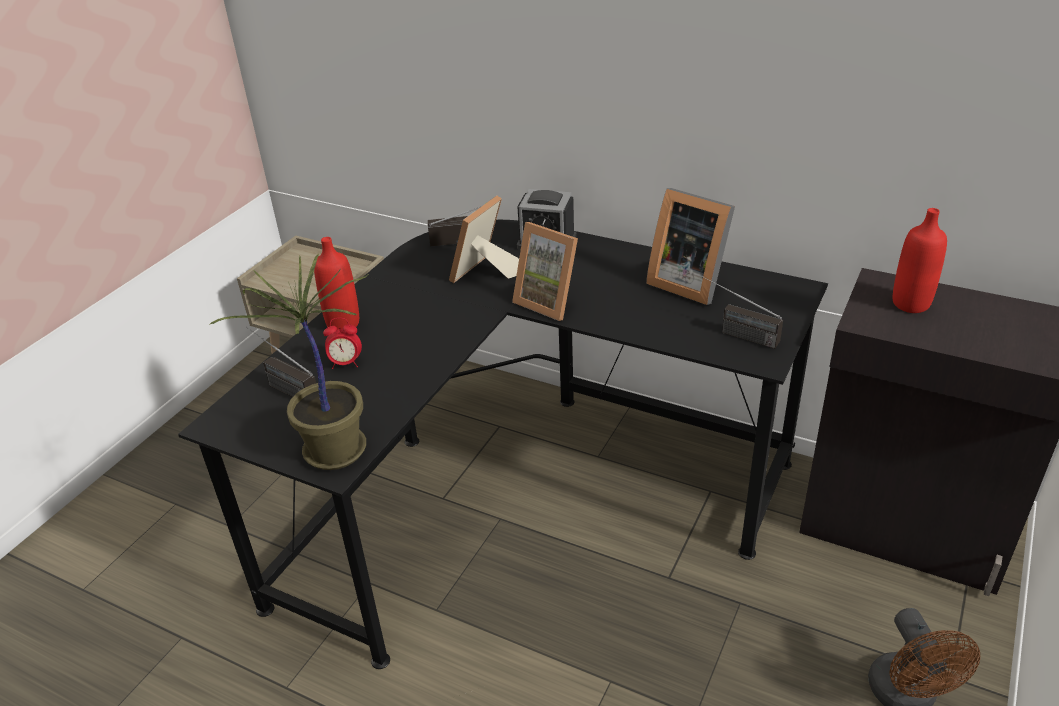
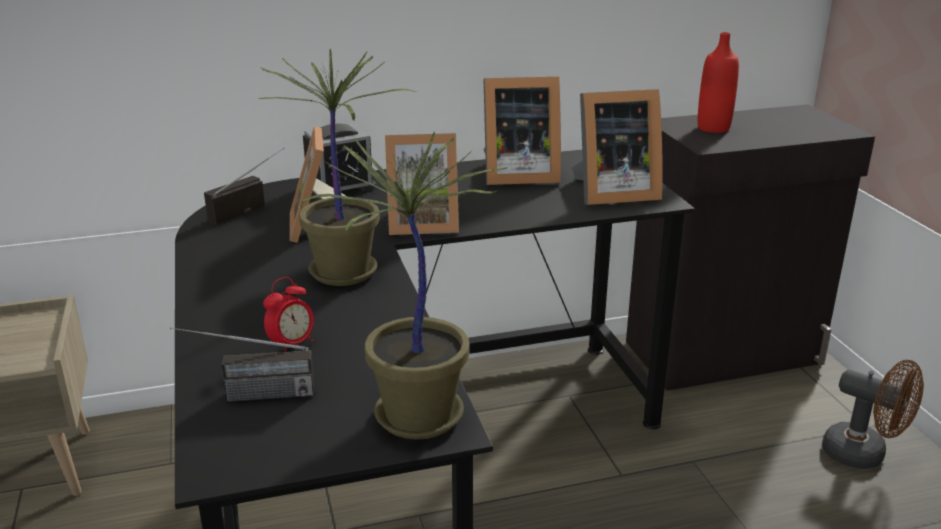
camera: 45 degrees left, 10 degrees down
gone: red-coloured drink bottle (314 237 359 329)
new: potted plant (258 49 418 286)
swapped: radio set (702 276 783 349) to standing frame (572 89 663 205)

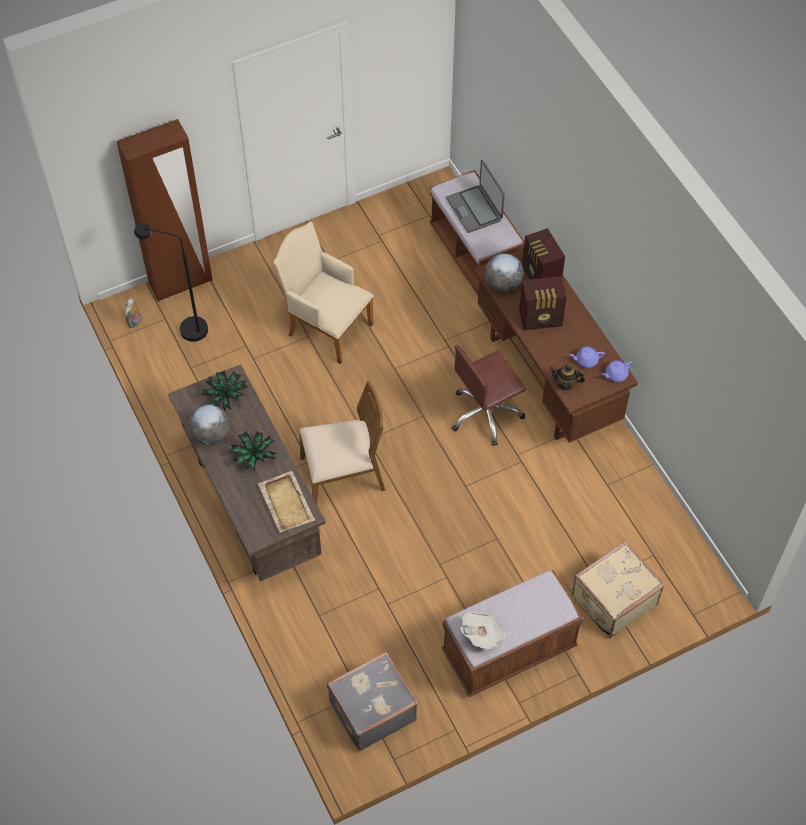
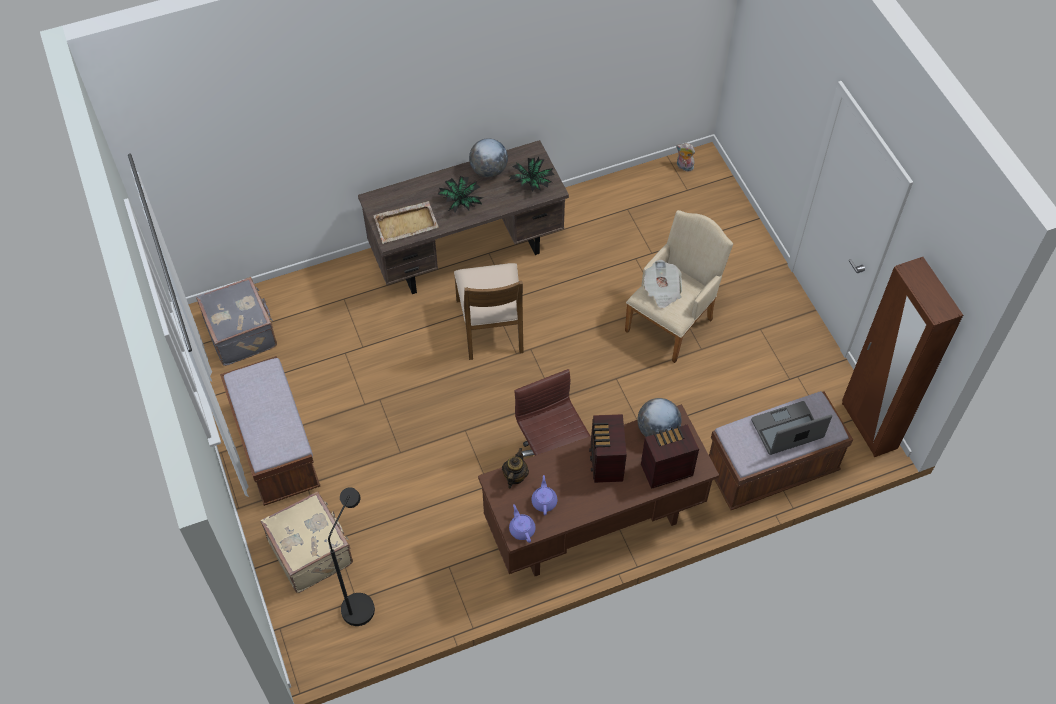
camera: 95 degrees right, 0 degrees up
shifted: brown-coloured clothes cupboard (116 119 213 302) to (842 257 963 457); black-coloured standing lamp (134 222 208 342) to (328 487 375 626); newspaper (460 611 507 650) to (643 260 682 308)

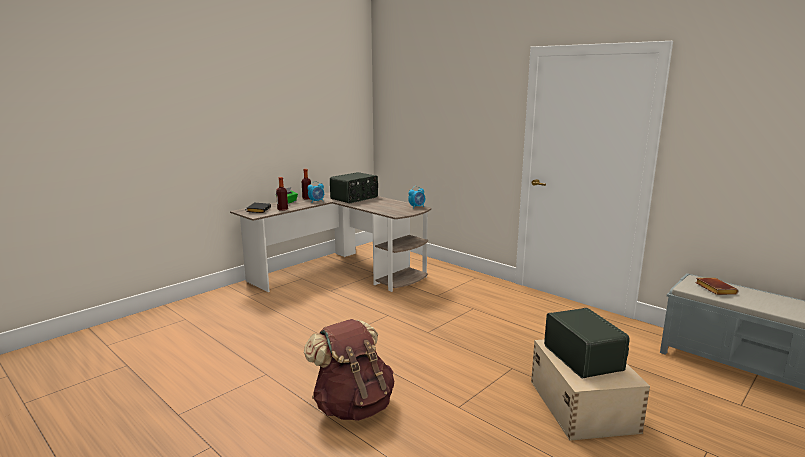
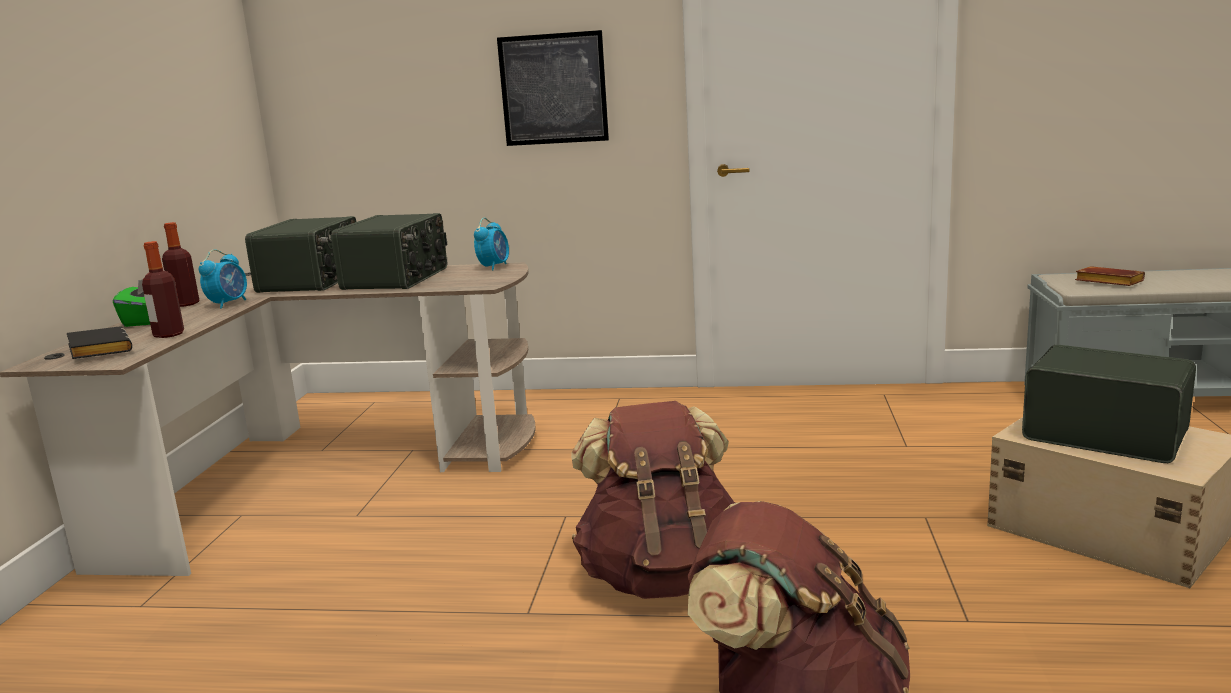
camera: 35 degrees left, 0 degrees up
new: radio set (331 213 447 290); picture (497 30 609 146); brown-coloured backpack (571 401 735 599)

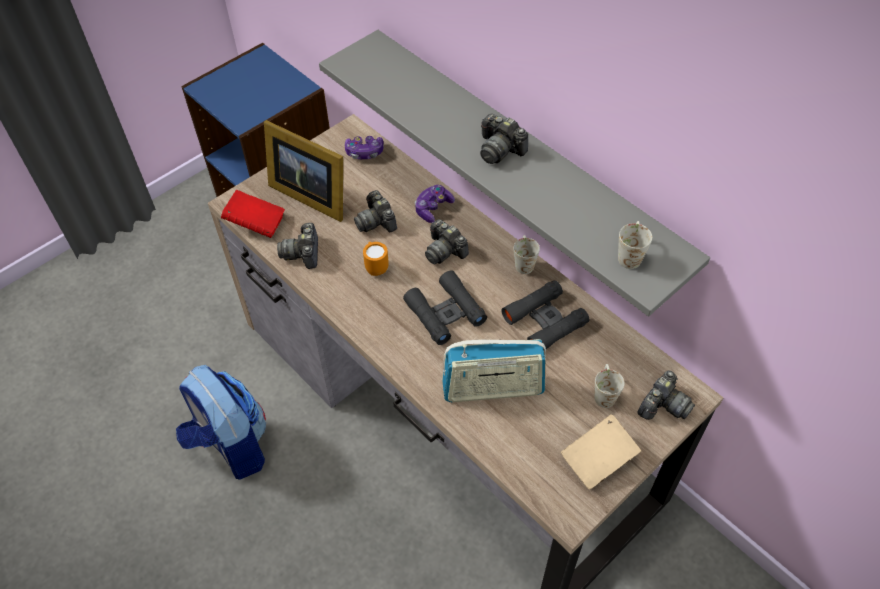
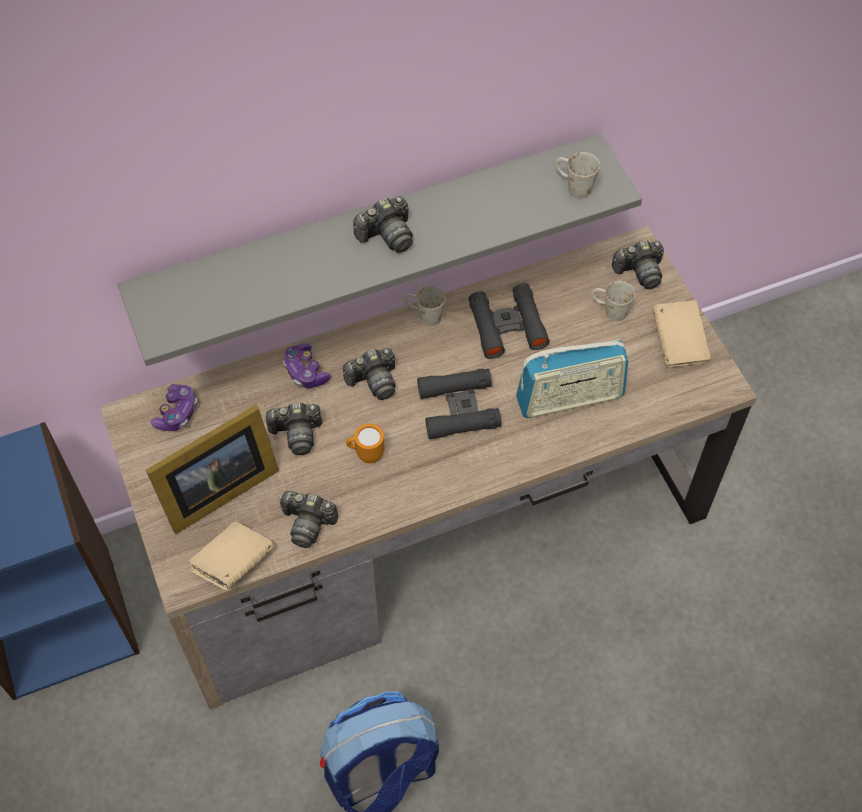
camera: 70 degrees left, 5 degrees up
repainted: red-coloured bound book (221 190 285 238) to sand-coloured bound book (188 522 273 590)
rotated: radio set (442 339 546 402) = (516 339 628 418) 60 degrees clockwise; photo camera (637 370 695 420) = (612 240 664 289) 105 degrees clockwise

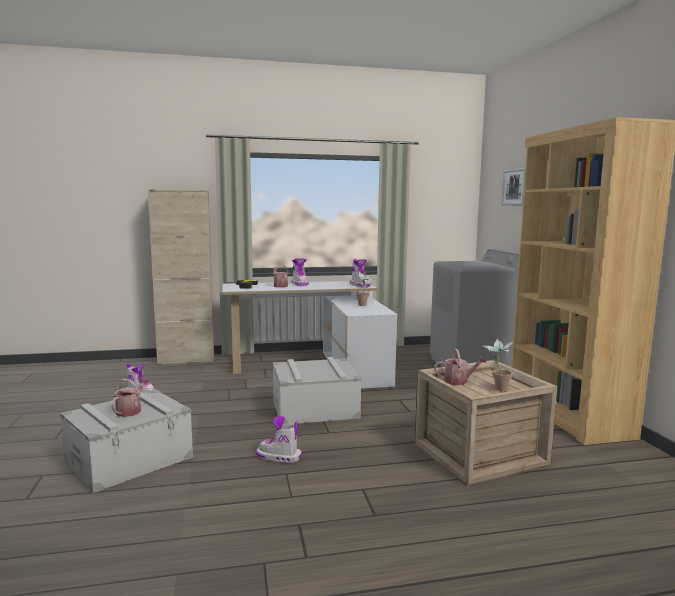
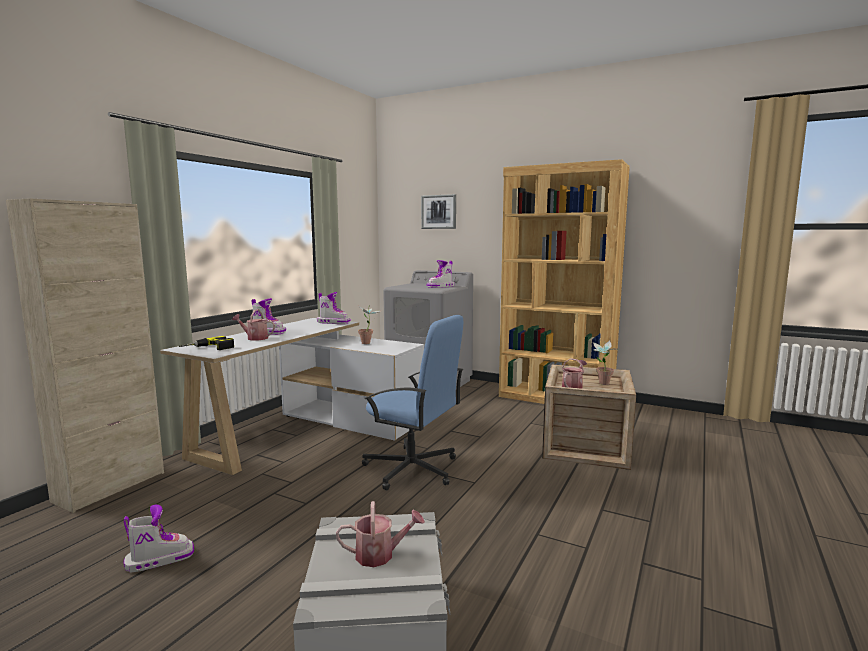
camera: 50 degrees left, 0 degrees up
shifted: high-top boot (256 416 302 463) to (426 260 455 288)
swapped: greyish storage bin (273 357 362 424) to bluish desk chair (362 315 463 490)
rotated: sprinkling can (111 377 149 417) = (336 501 425 567) 120 degrees clockwise

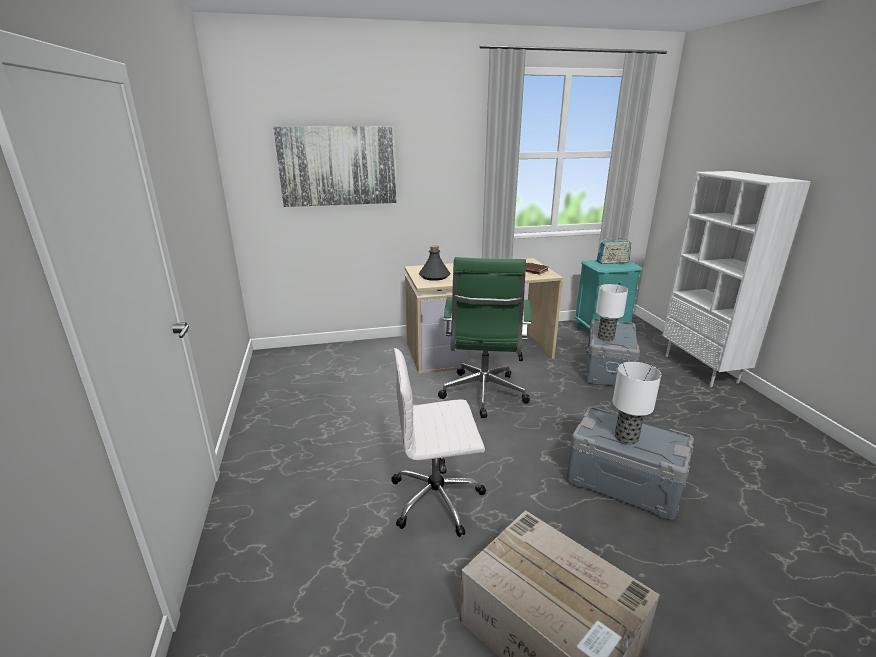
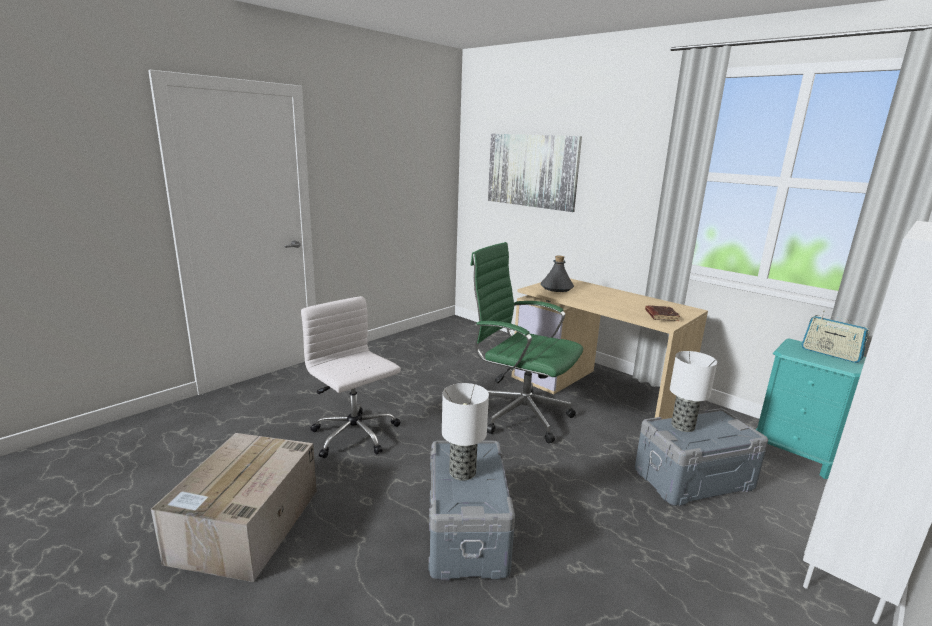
camera: 55 degrees right, 5 degrees down
rotated: green-coloured desk chair (438 257 531 418) = (470 242 583 443) 60 degrees clockwise

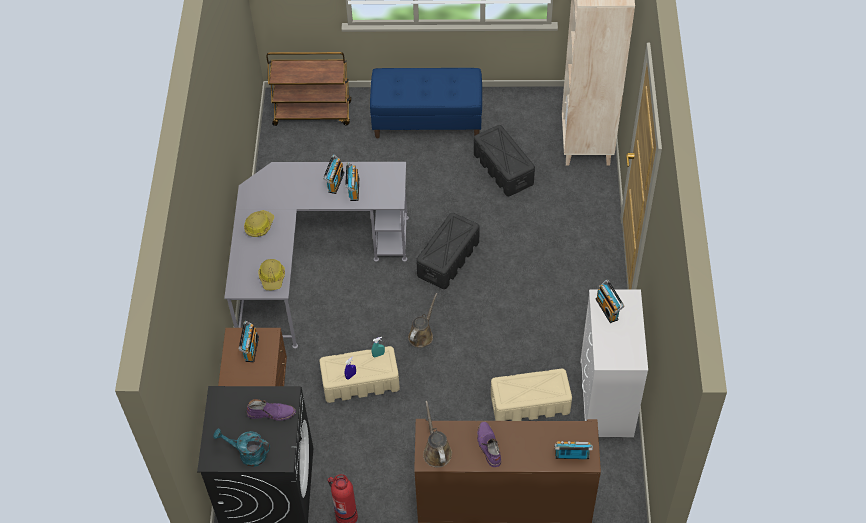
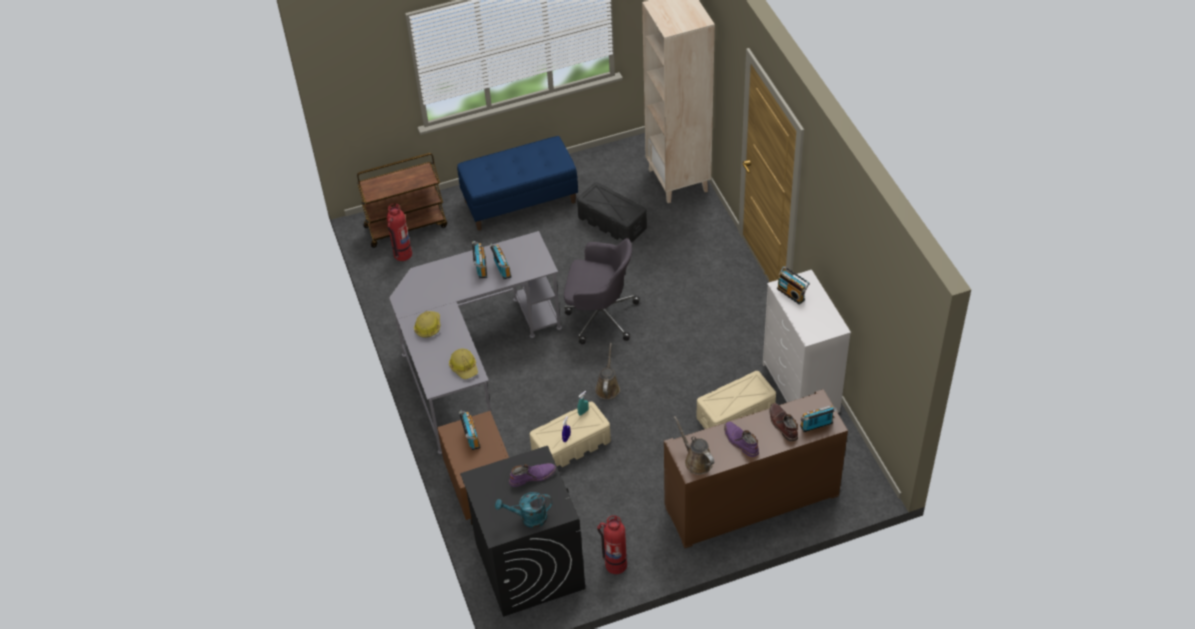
camera: 20 degrees left, 5 degrees down
new: fire-fighting cylinder (387 204 412 261); brown-coloured high-top boot (770 403 798 442)
swapped: black-coloured storage bin (416 213 479 289) to greyish desk chair (564 238 640 344)

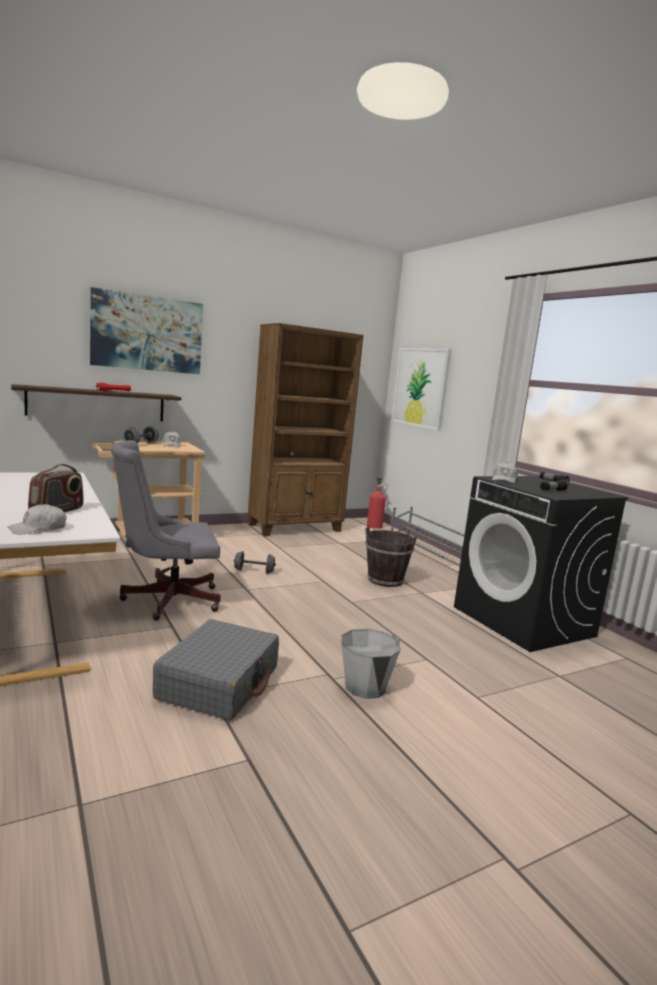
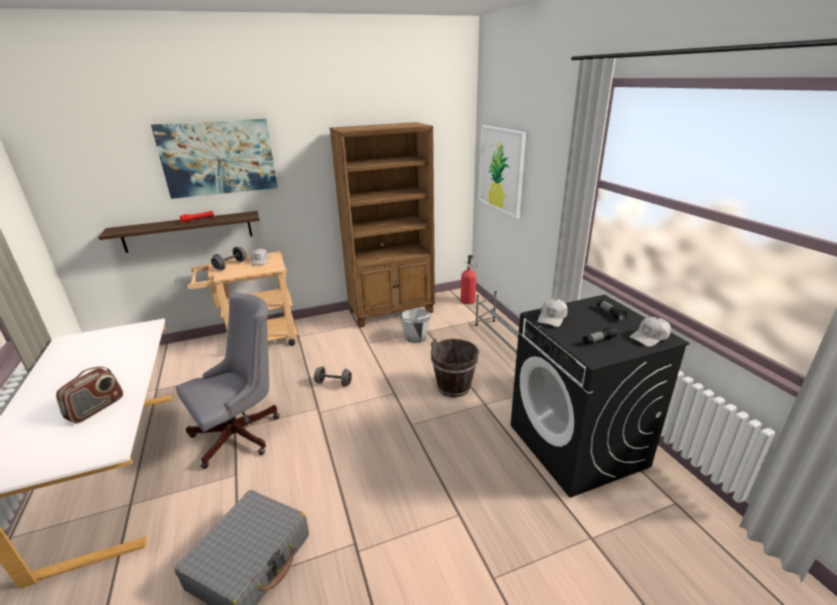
camera: 10 degrees right, 15 degrees up
shifted: white cap (8 504 66 535) to (630 317 671 347); greyish water bucket (342 629 401 699) to (400 309 431 343)
rotated: greyish desk chair (111 440 221 620) = (176 293 280 469) 150 degrees clockwise

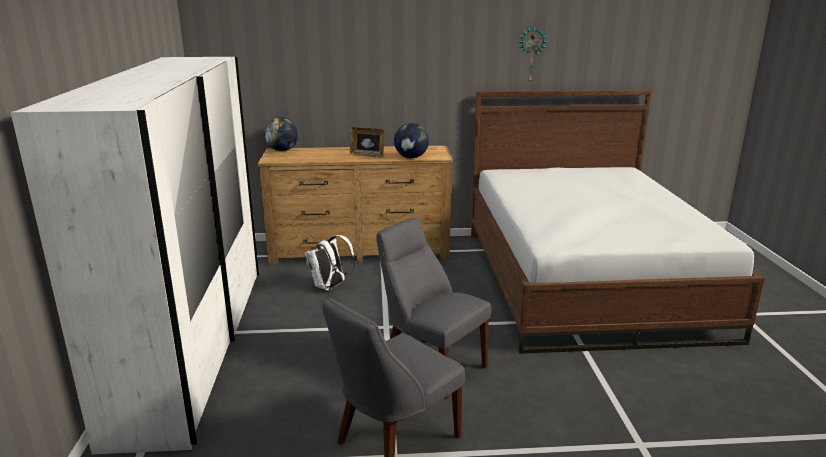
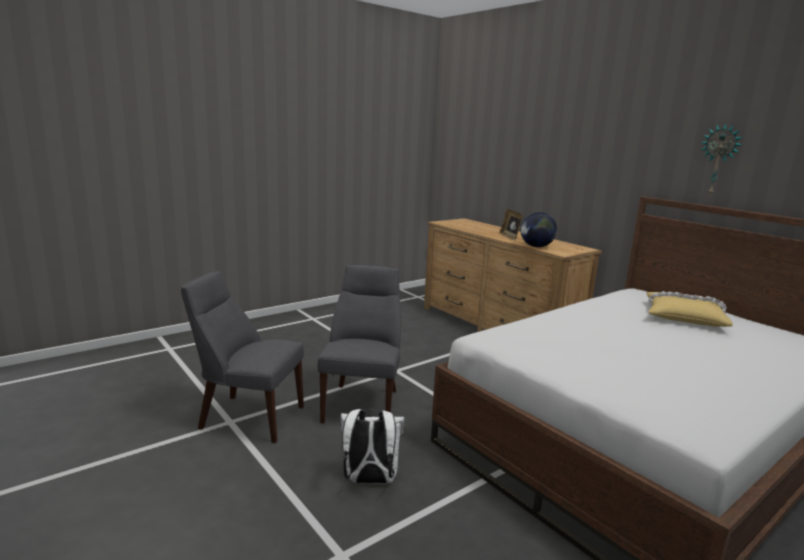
camera: 55 degrees right, 5 degrees down
gone: white clothes cupboard (11 57 259 454); world globe (264 117 298 151)
new: yellow-coloured throw pillow (647 291 733 327)
shifted: white backpack (305 235 355 291) to (340 409 404 484)

